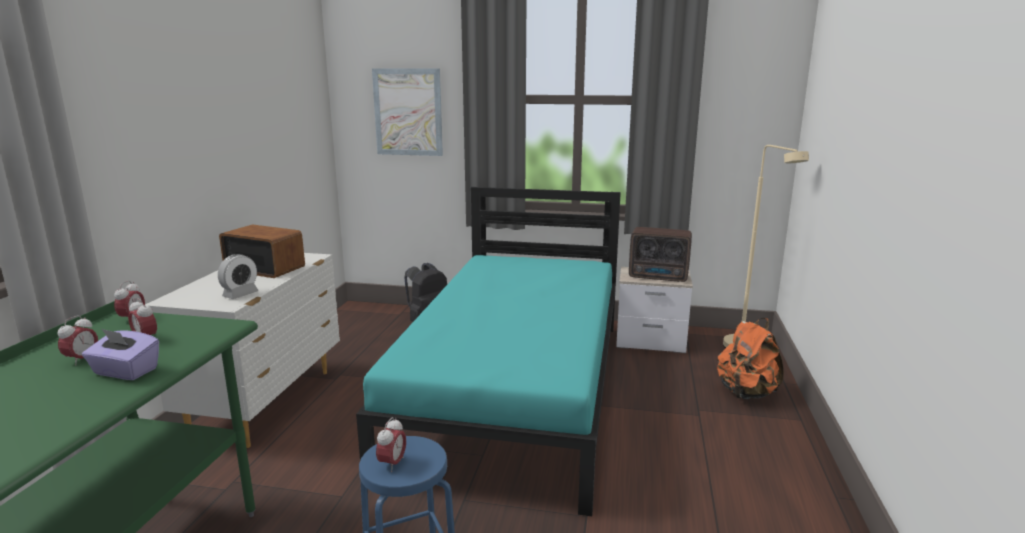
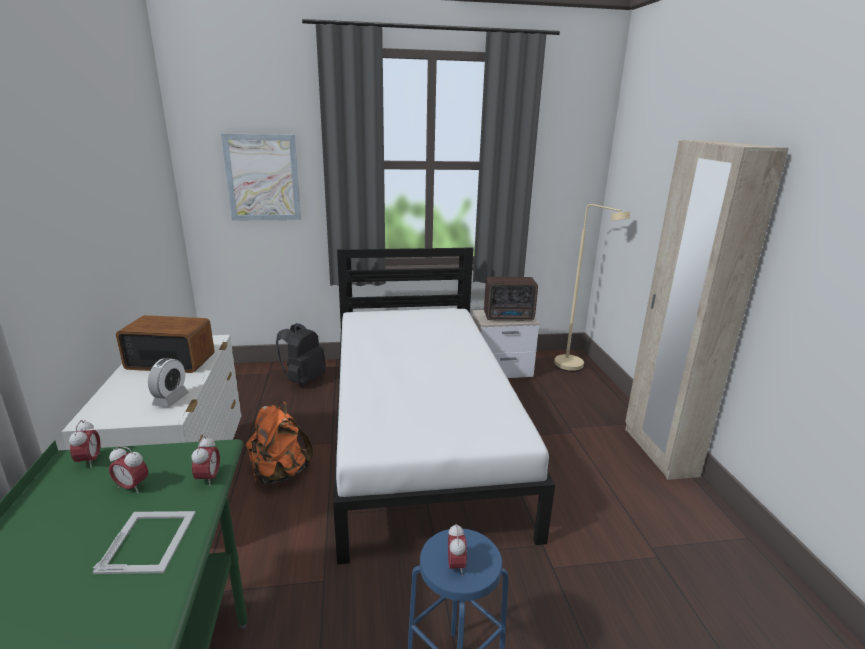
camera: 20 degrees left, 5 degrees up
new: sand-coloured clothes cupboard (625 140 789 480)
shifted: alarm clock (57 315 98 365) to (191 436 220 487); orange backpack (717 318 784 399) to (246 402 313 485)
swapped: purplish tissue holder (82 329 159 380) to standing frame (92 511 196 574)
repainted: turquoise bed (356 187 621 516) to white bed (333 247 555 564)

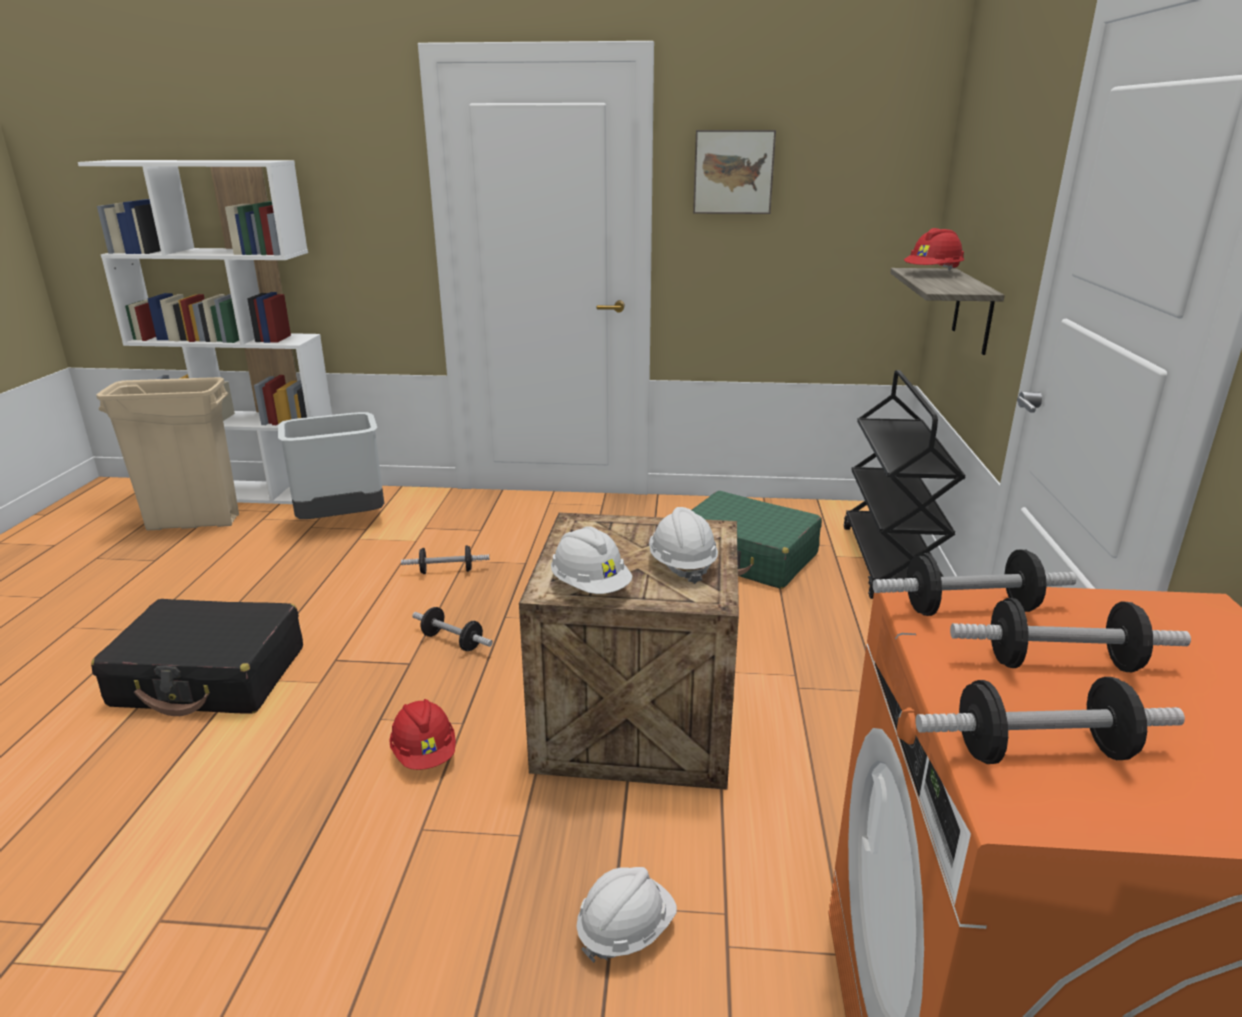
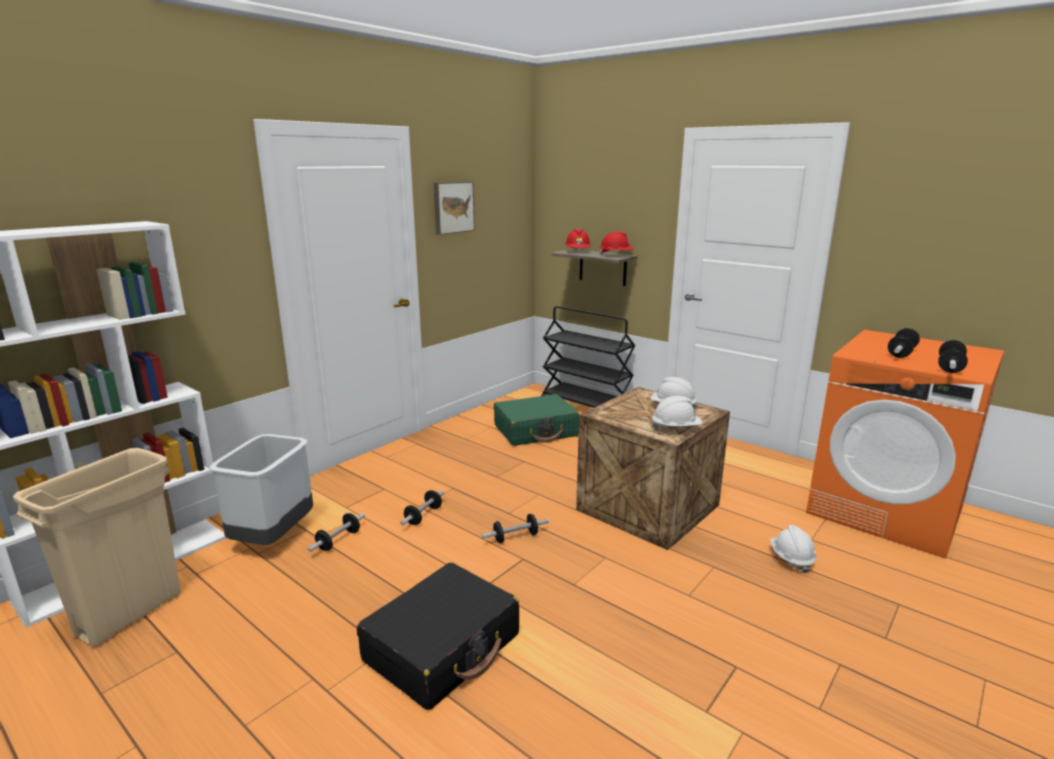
camera: 55 degrees left, 5 degrees down
shifted: red-coloured hard hat (389 699 456 770) to (599 232 634 255); free weight (873 550 1076 616) to (308 513 365 552)

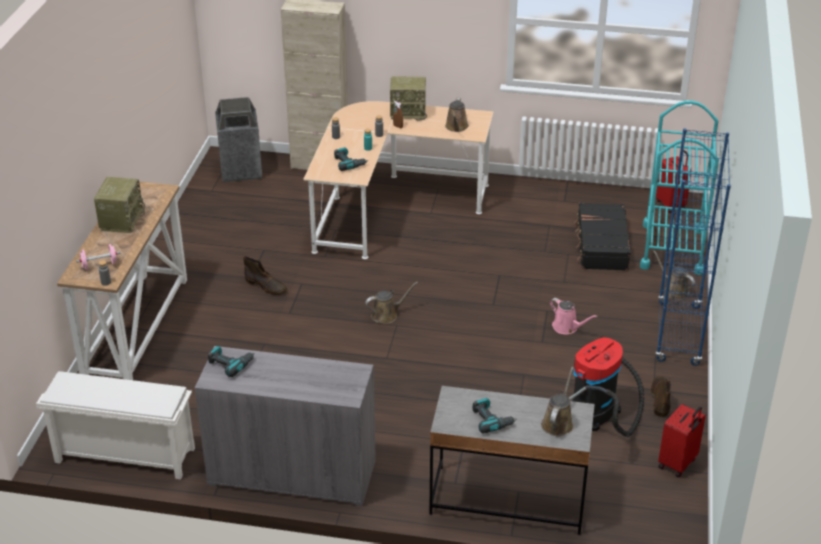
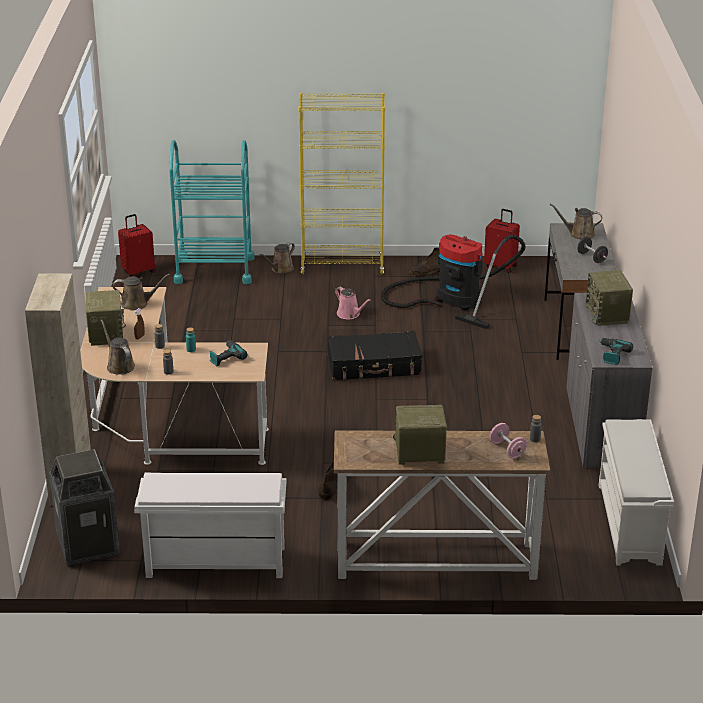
camera: 100 degrees left, 5 degrees down
new: white bench (134 473 287 578); radio set (586 270 633 326)
shifted: brown-coloured sprinkling can (365 282 418 324) to (101 319 135 375); black-coloured suitcase (574 203 631 271) to (328 331 422 380)
swapped: drill (473 398 517 434) to black-coloured free weight (577 237 608 263)
repainted: bluish shelving unit (655 129 731 366) to yellow-coloured shelving unit (298 93 385 275)
rotated: pinkish sprinkling can (550 298 598 334) = (335 287 371 319) 105 degrees clockwise

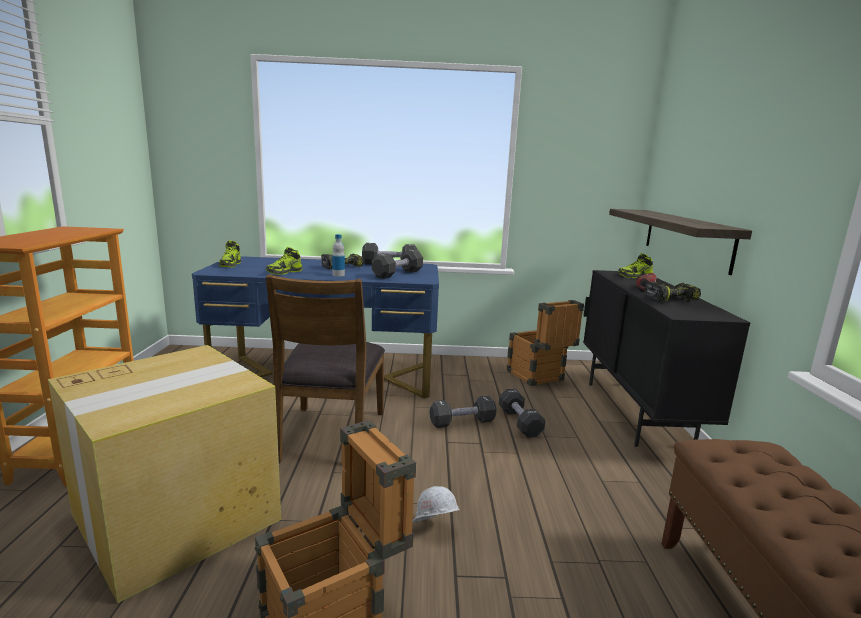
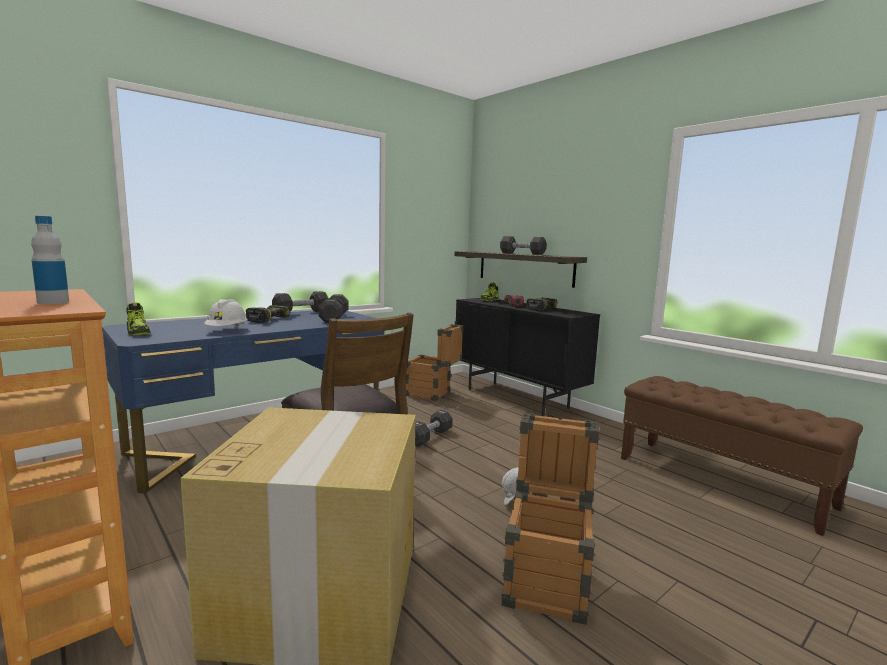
camera: 40 degrees left, 5 degrees down
shifted: drink bottle (332 234 345 276) to (31 216 69 304); black-coloured free weight (499 389 545 438) to (500 236 547 255)
swapped: item of footwear (266 247 302 275) to white hard hat (204 299 247 327)

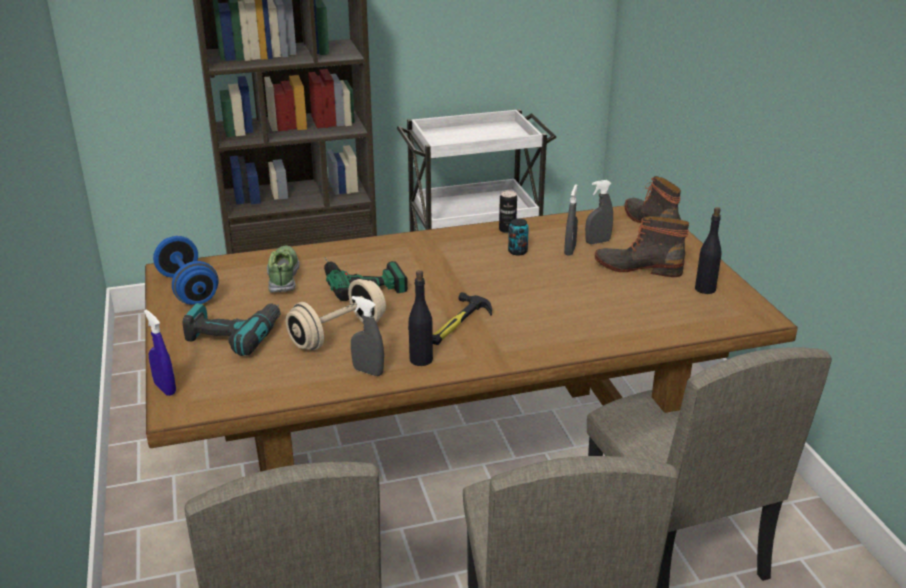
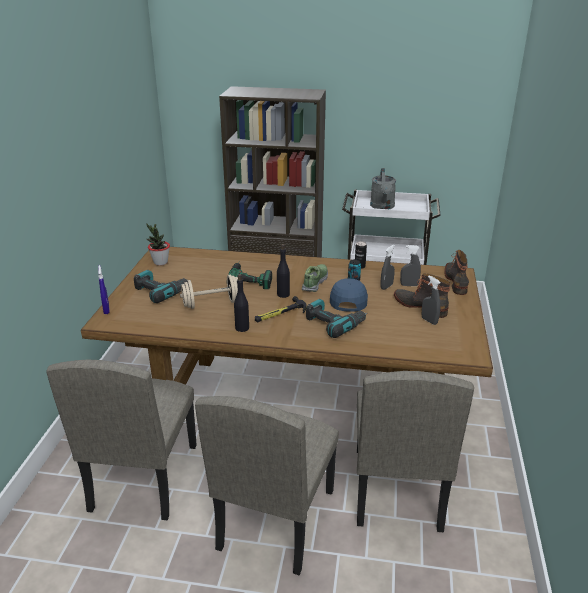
camera: 25 degrees right, 0 degrees up
new: drill (306 299 367 338); bluish cap (330 279 368 312); greyish sprinkling can (370 168 396 209)
shifted: item of footwear (267 246 299 293) to (302 264 328 292); greyish sprayer (351 296 384 376) to (422 276 441 325); black-coloured drink bottle (695 207 721 294) to (277 244 290 298)
swapped: bluish free weight (153 236 219 305) to potted plant (146 223 170 266)

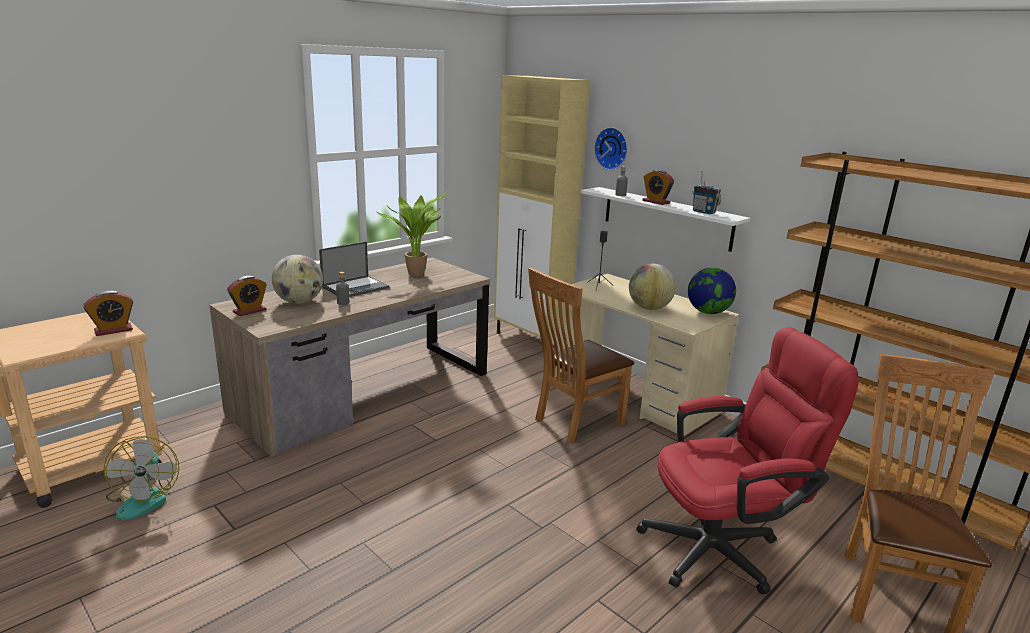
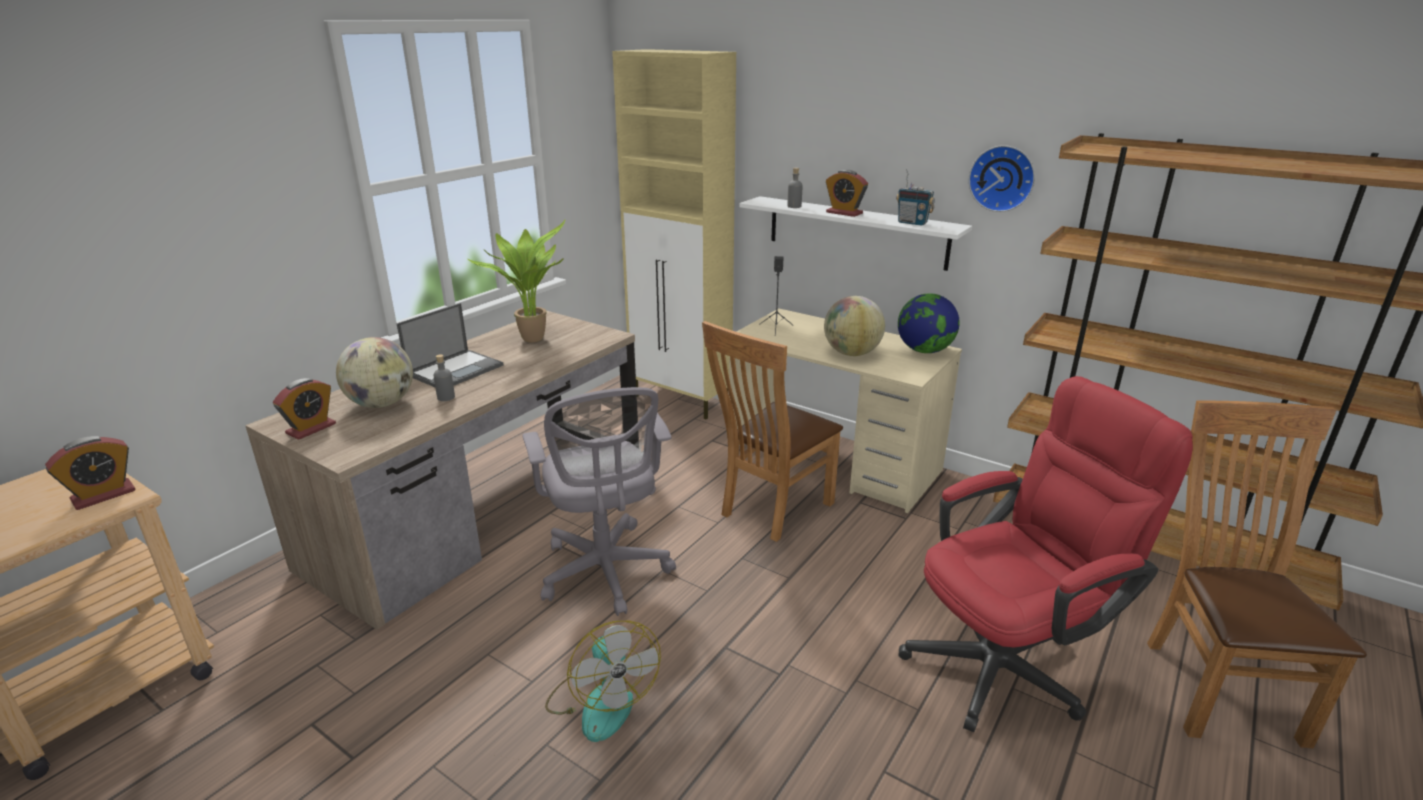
camera: 10 degrees left, 5 degrees up
new: greyish desk chair (522 387 676 616)
shifted: fan (104 436 179 520) to (545 621 661 742); wall clock (594 127 628 170) to (968 145 1035 212)

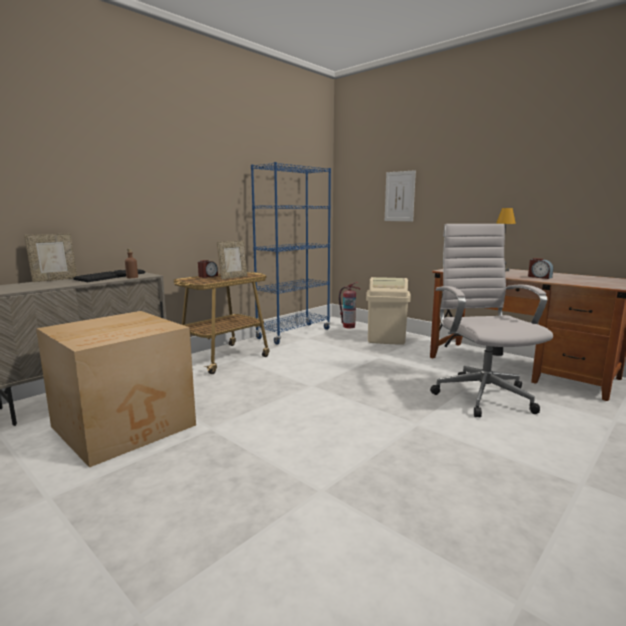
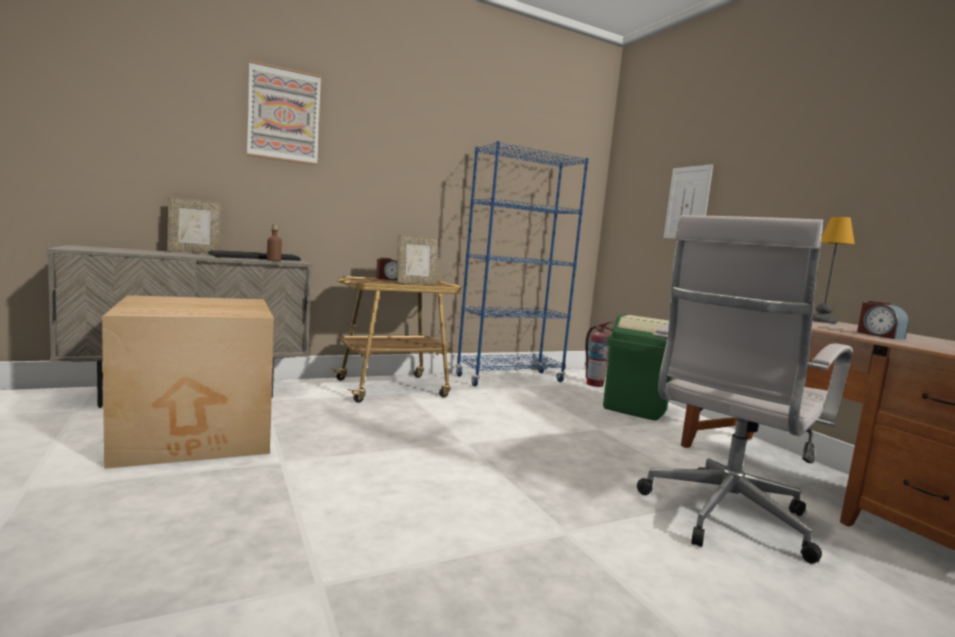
camera: 20 degrees right, 5 degrees down
new: picture (247 60 321 165)
repainted: sand-coloured trash can (366 277 411 345) to green-coloured trash can (603 314 672 420)
rotated: white desk chair (430 224 553 417) = (637 215 853 564) 150 degrees counterclockwise

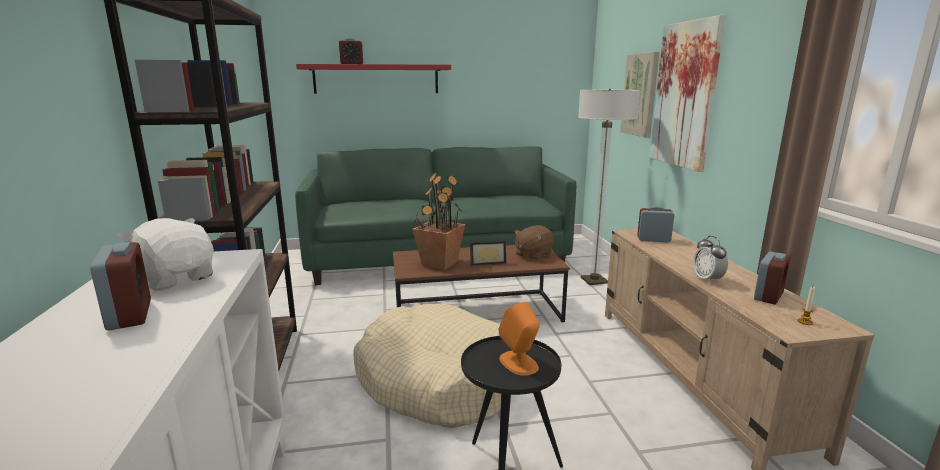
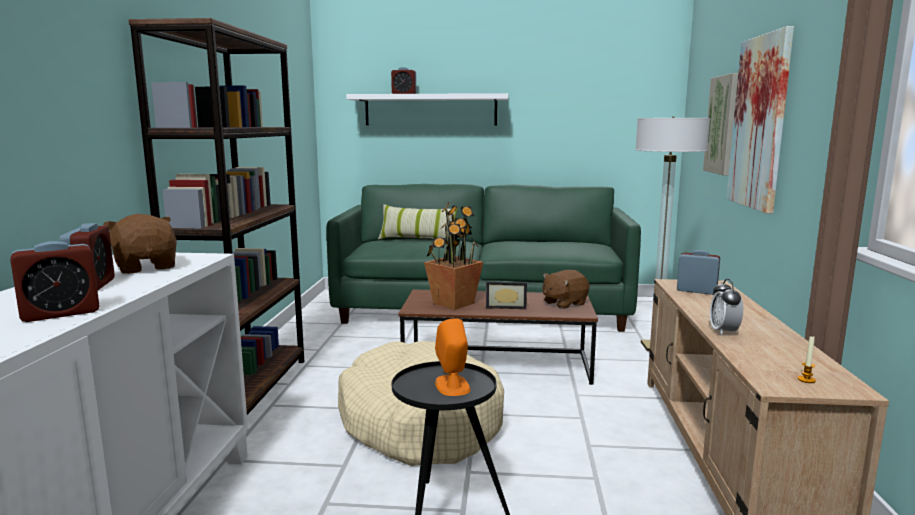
camera: 15 degrees right, 5 degrees down
new: throw pillow (378 204 458 240)
shifted: alarm clock (754 251 791 305) to (10 241 100 322)
repainted: white soft toy (117 218 214 291) to brown-coloured soft toy (103 214 177 274); red-coloured shelf (296 64 451 94) to white shelf (346 93 509 125)

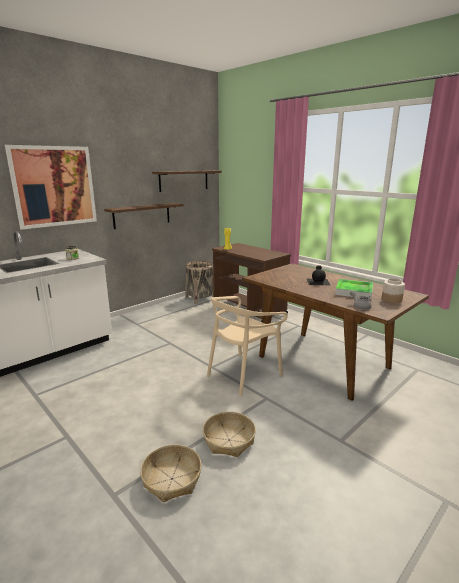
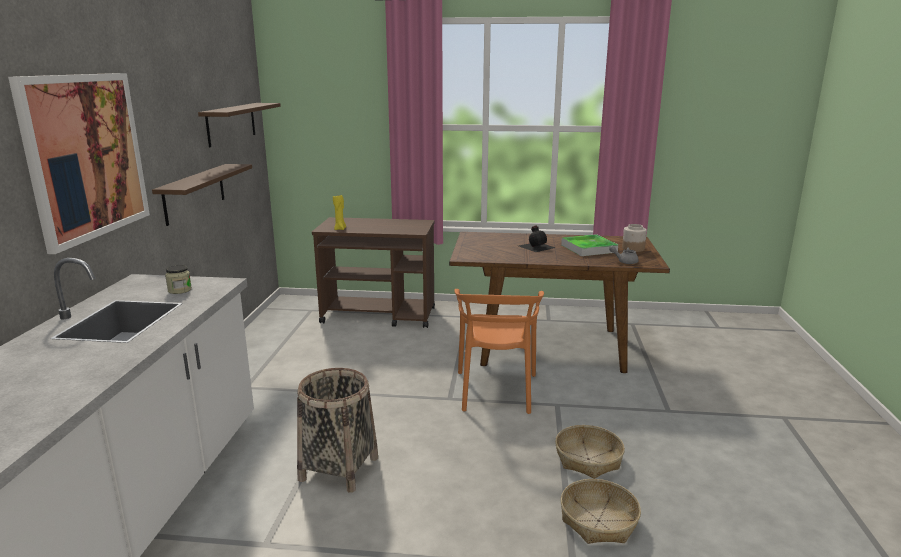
camera: 40 degrees left, 0 degrees up
shifted: storage basket (185 261 214 304) to (297 368 378 493)
repainted: sand-coloured plain chair (207 296 288 396) to orange plain chair (455 289 544 414)

